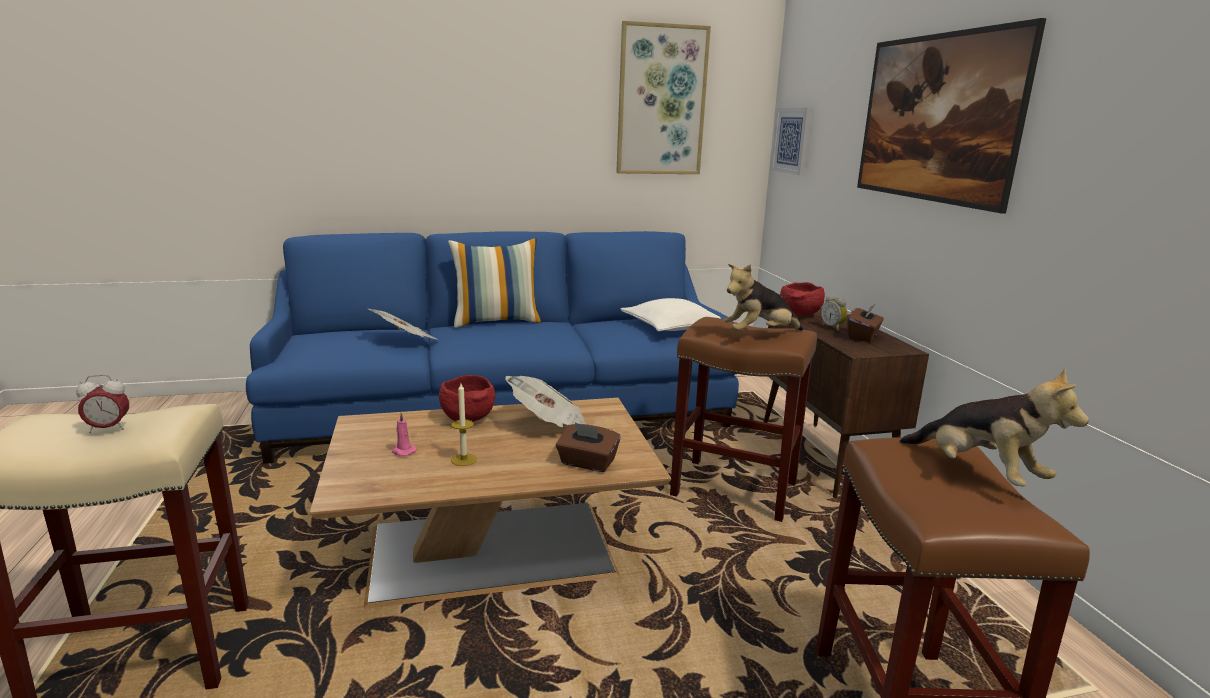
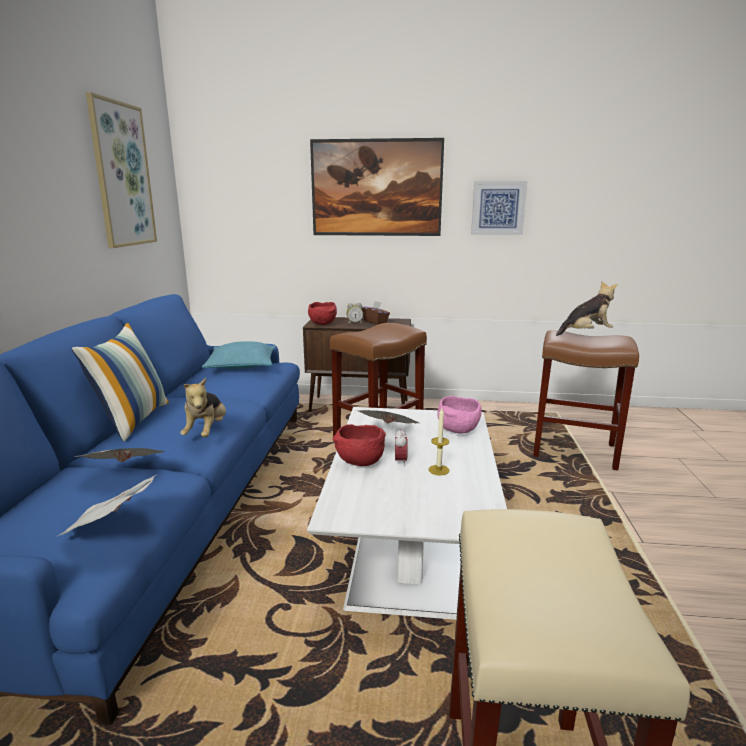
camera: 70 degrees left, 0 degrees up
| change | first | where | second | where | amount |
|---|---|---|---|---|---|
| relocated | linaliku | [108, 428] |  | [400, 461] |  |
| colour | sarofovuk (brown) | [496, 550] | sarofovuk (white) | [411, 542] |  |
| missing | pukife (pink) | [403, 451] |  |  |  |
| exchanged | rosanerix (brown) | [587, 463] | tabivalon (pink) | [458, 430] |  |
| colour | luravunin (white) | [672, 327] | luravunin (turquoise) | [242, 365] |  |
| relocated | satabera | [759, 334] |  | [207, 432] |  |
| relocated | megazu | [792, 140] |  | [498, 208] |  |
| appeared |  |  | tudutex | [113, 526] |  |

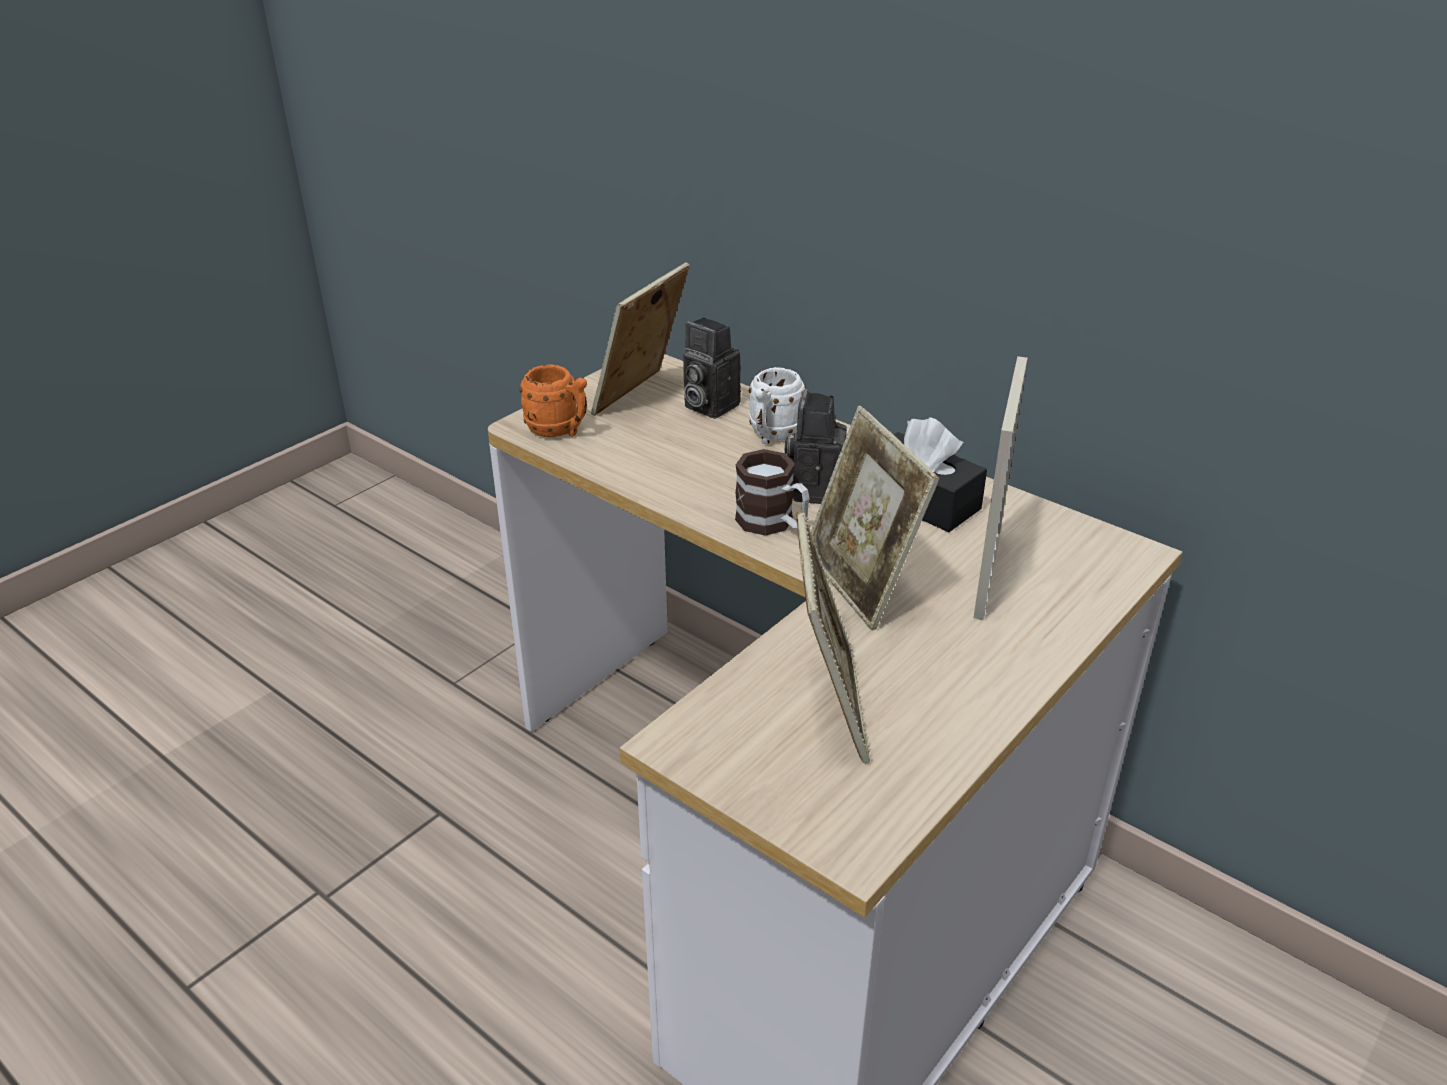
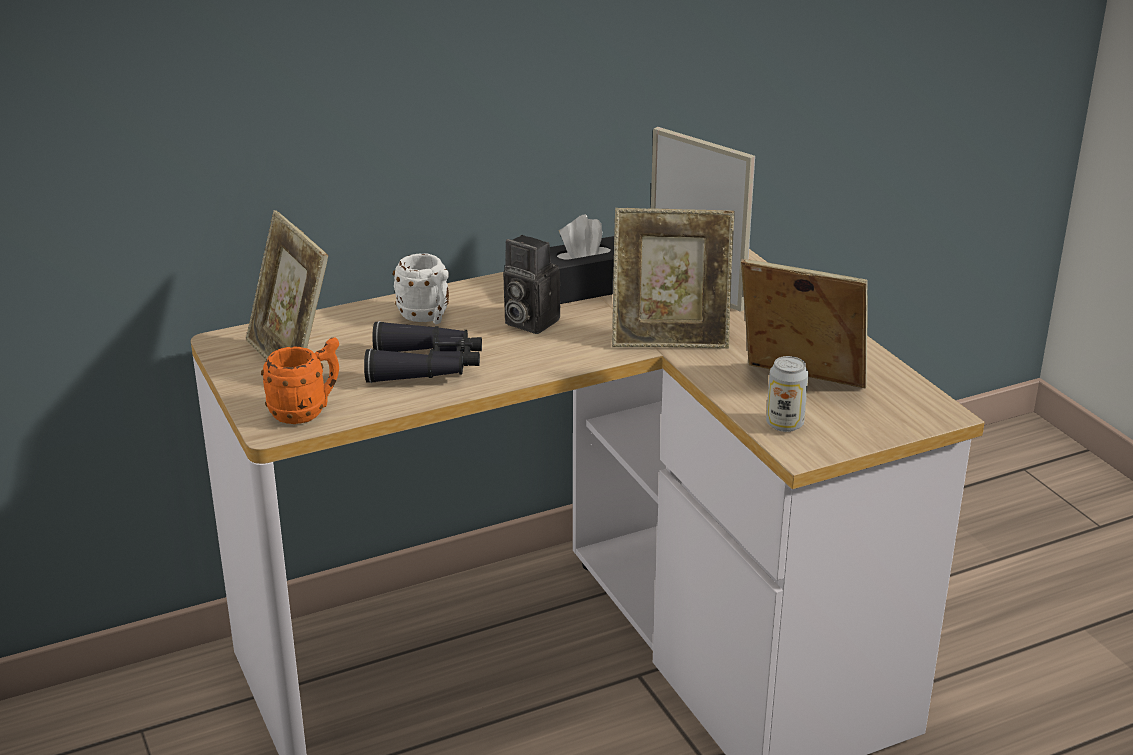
camera: 65 degrees left, 5 degrees down
| change | first | where | second | where | amount |
|---|---|---|---|---|---|
| missing | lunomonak | [707, 405] |  |  |  |
| missing | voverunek | [773, 524] |  |  |  |
| appeared |  |  | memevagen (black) | [426, 367] |  |
| appeared |  |  | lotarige | [784, 424] |  |

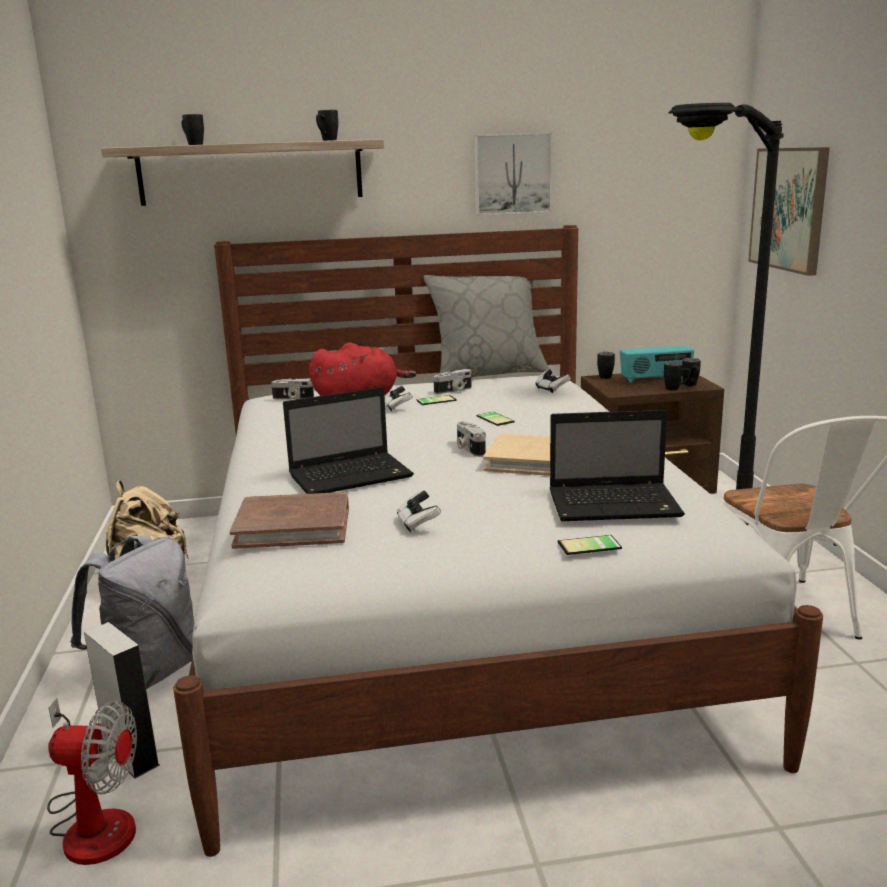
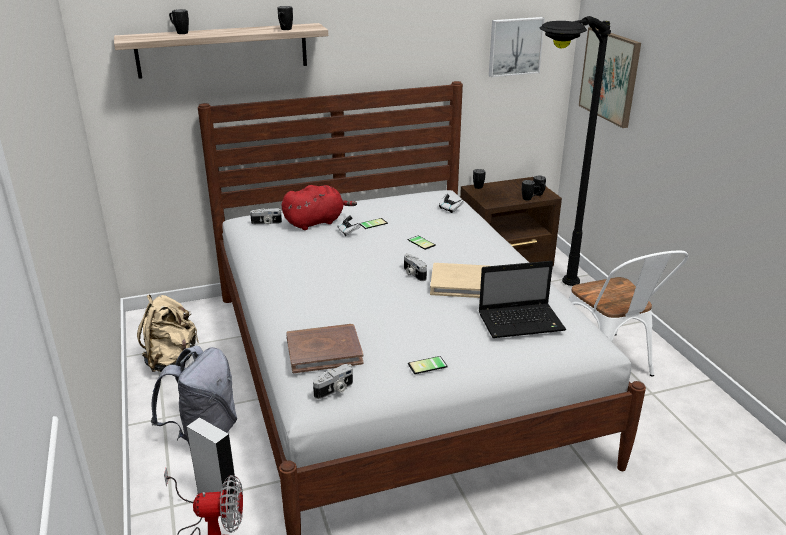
camera: 10 degrees left, 10 degrees up
| change | first | where | second | where | amount |
|---|---|---|---|---|---|
| missing | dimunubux | [352, 476] |  |  |  |
| missing | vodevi | [418, 524] |  |  |  |
| missing | luravunin (grey) | [488, 374] |  |  |  |
| relocated | lunomonak | [454, 390] |  | [334, 390] |  |
| relocated | megazu | [512, 174] |  | [514, 46] |  |
| relocated | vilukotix | [590, 547] |  | [428, 366] |  |
| missing | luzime | [655, 380] |  |  |  |

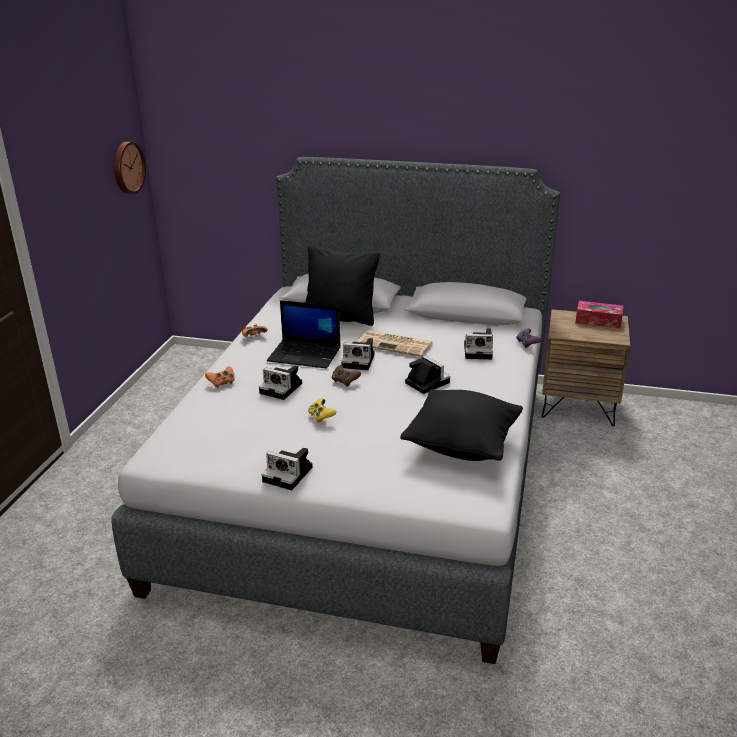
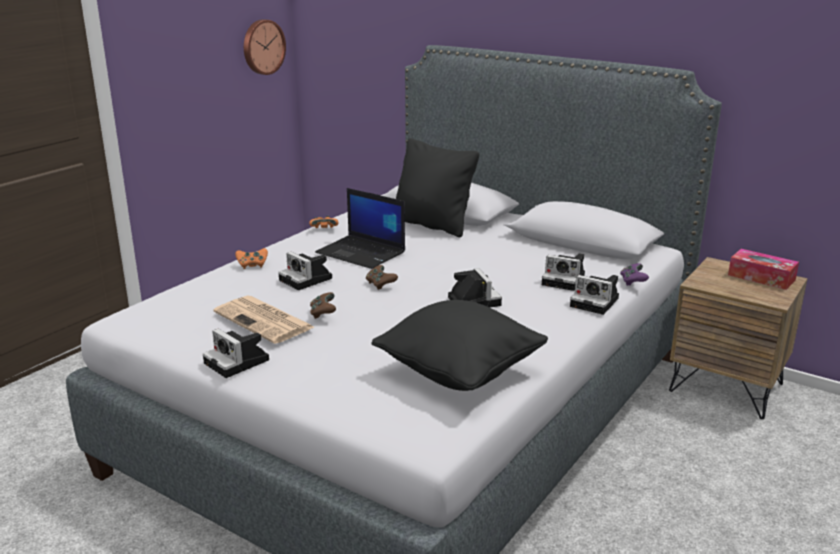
camera: 20 degrees right, 5 degrees down
| change | first | where | second | where | amount |
|---|---|---|---|---|---|
| colour | vodevi (yellow) | [321, 417] | vodevi (brown) | [323, 313] |  |
| relocated | lunomonak | [360, 361] |  | [596, 302] |  |
| relocated | tudutex | [396, 344] |  | [265, 320] |  |

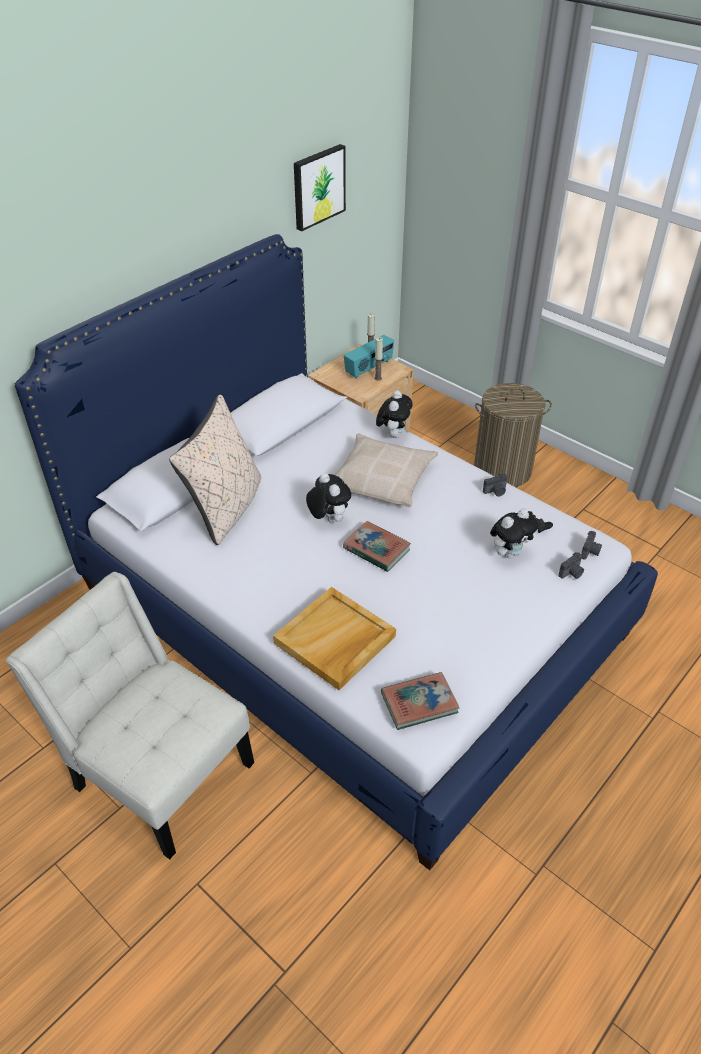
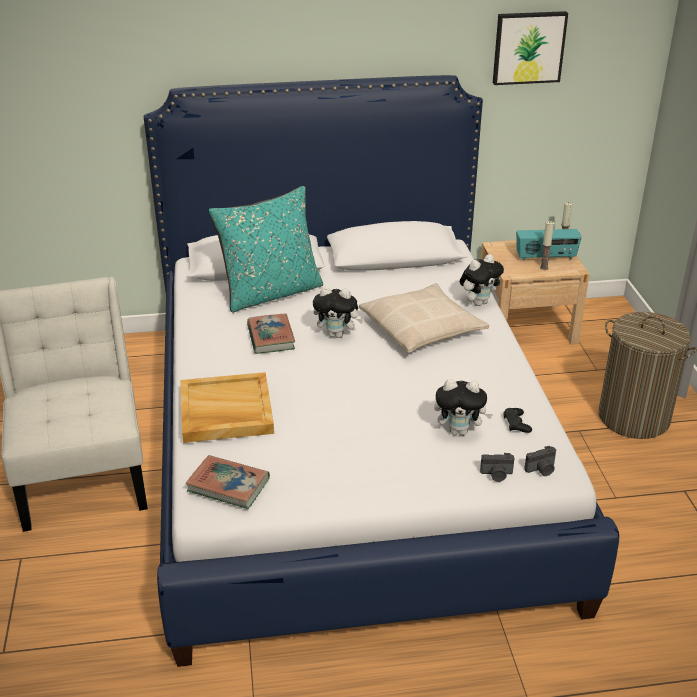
camera: 40 degrees right, 10 degrees down
| change | first | where | second | where | amount |
|---|---|---|---|---|---|
| colour | luravunin (beige) | [226, 508] | luravunin (turquoise) | [271, 293] |  |
| spun | satabera | [328, 519] |  | [337, 334] | 90 degrees clockwise |
| relocated | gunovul | [376, 549] |  | [271, 337] |  |
| missing | lunomonak | [495, 491] |  |  |  |

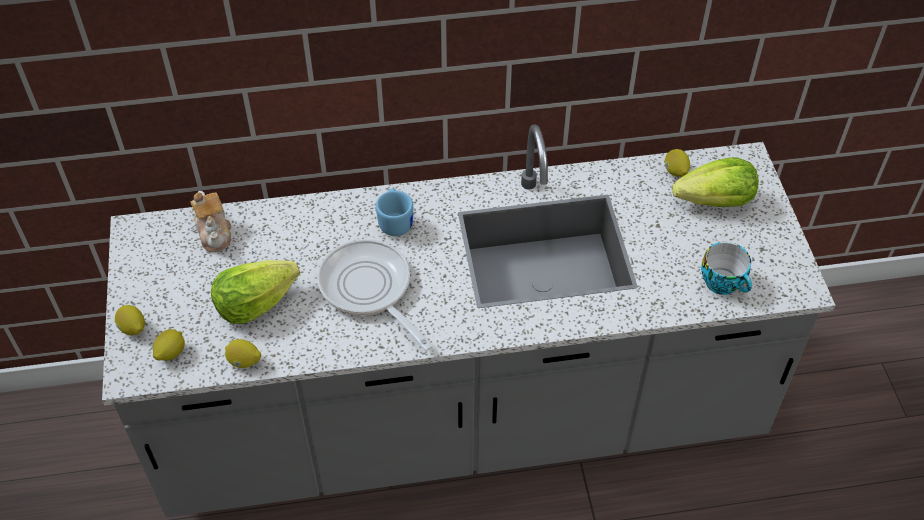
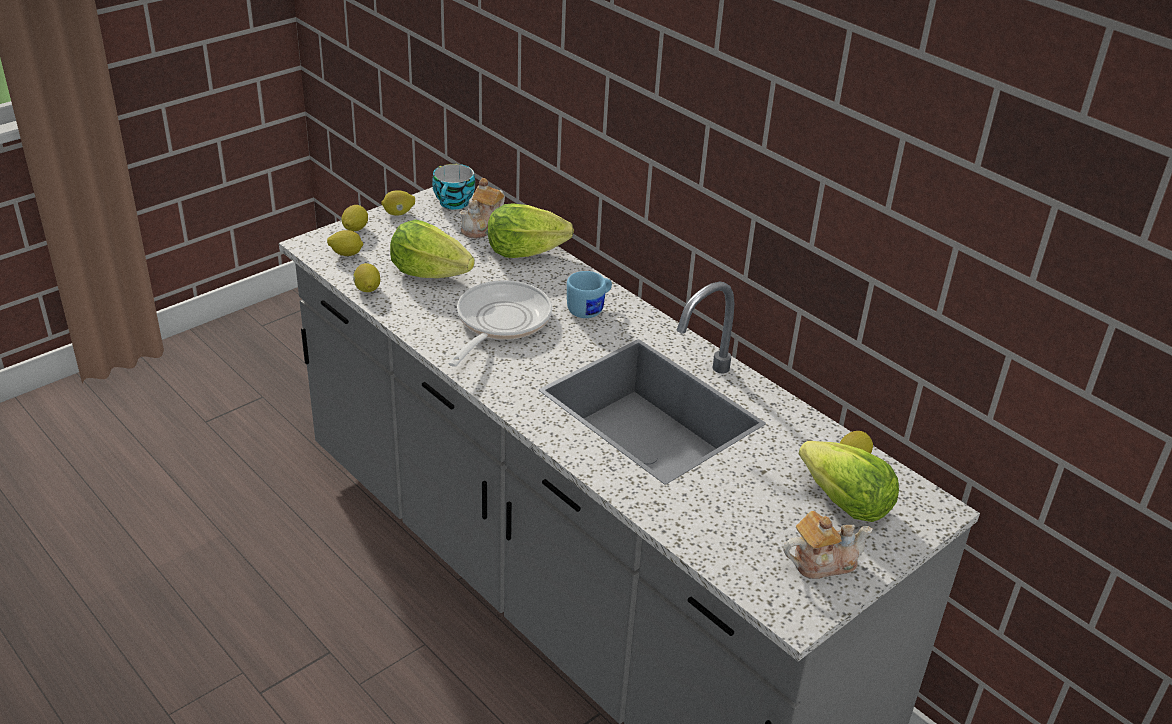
camera: 55 degrees right, 15 degrees down
| change | first | where | second | where | amount |
|---|---|---|---|---|---|
| relocated | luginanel | [724, 283] |  | [454, 204] |  |
| appeared |  |  | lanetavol | [398, 213] |  |
| appeared |  |  | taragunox | [524, 252] |  |
| appeared |  |  | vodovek | [822, 562] |  |

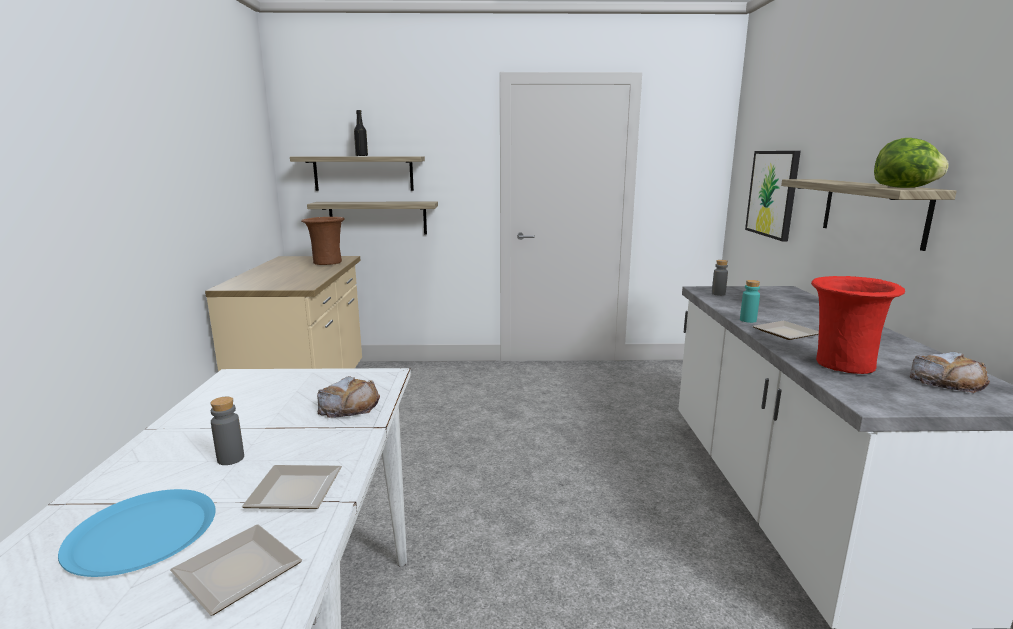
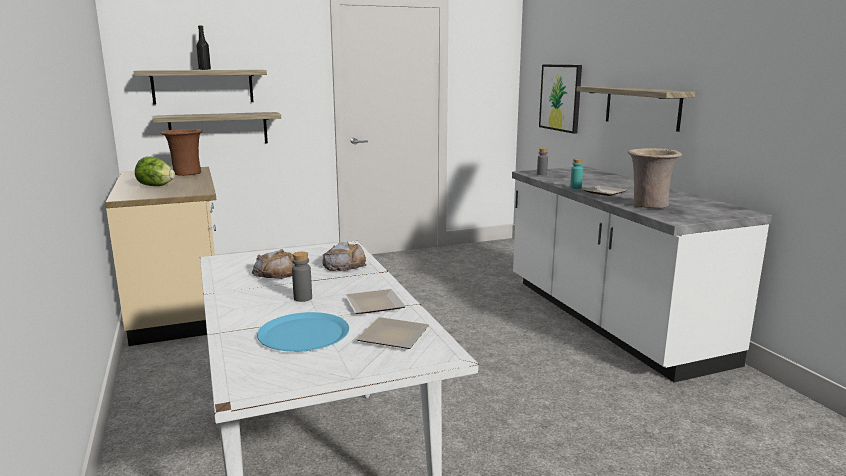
camera: 20 degrees left, 0 degrees up
| change | first | where | second | where | amount |
|---|---|---|---|---|---|
| colour | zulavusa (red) | [842, 366] | zulavusa (beige) | [649, 205] |  |
| relocated | taragunox | [904, 187] |  | [155, 186] |  |
| relocated | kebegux | [946, 381] |  | [278, 272] |  |

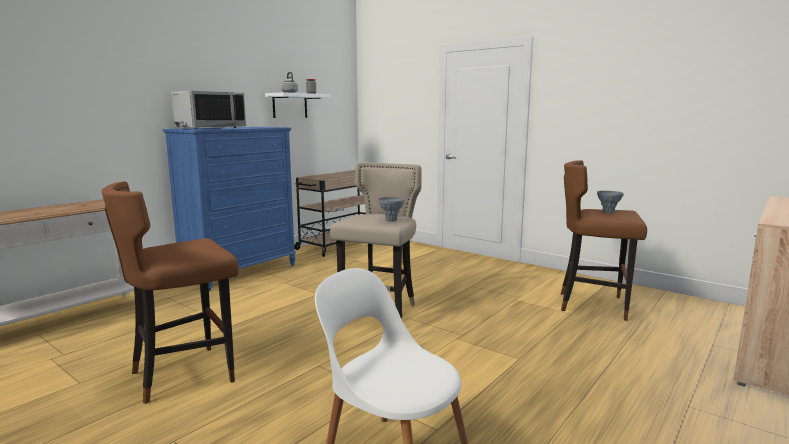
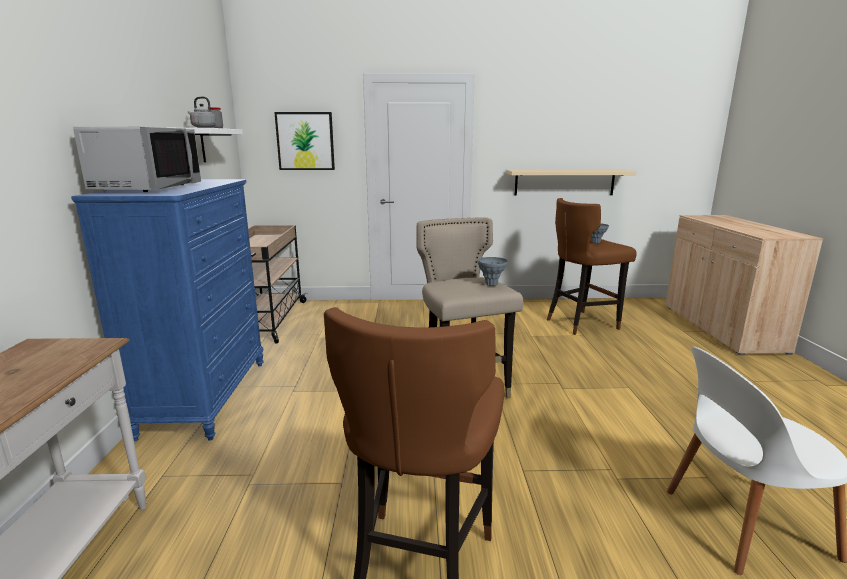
camera: 40 degrees left, 5 degrees up
| change | first | where | second | where | amount |
|---|---|---|---|---|---|
| appeared |  |  | megazu | [305, 141] |  |
| appeared |  |  | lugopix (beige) | [564, 182] |  |

